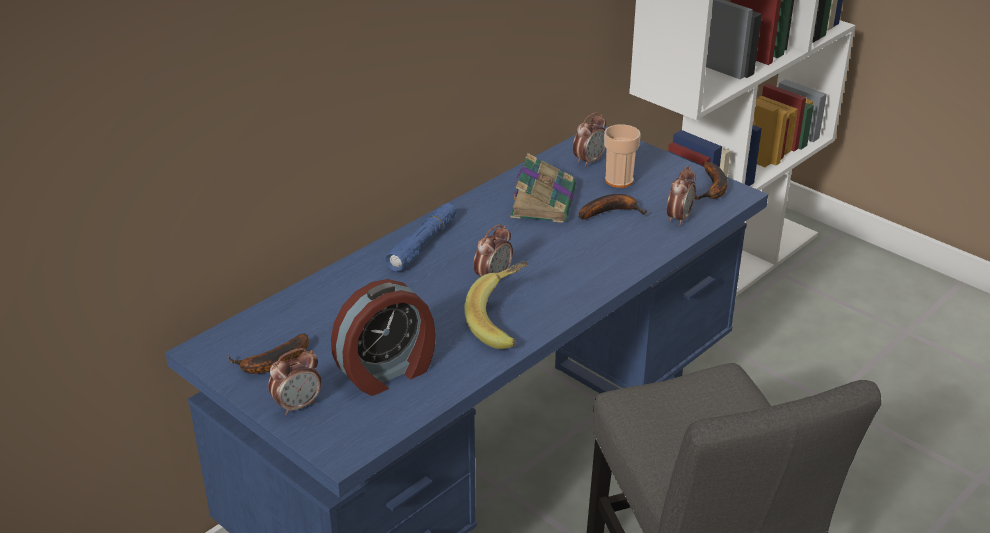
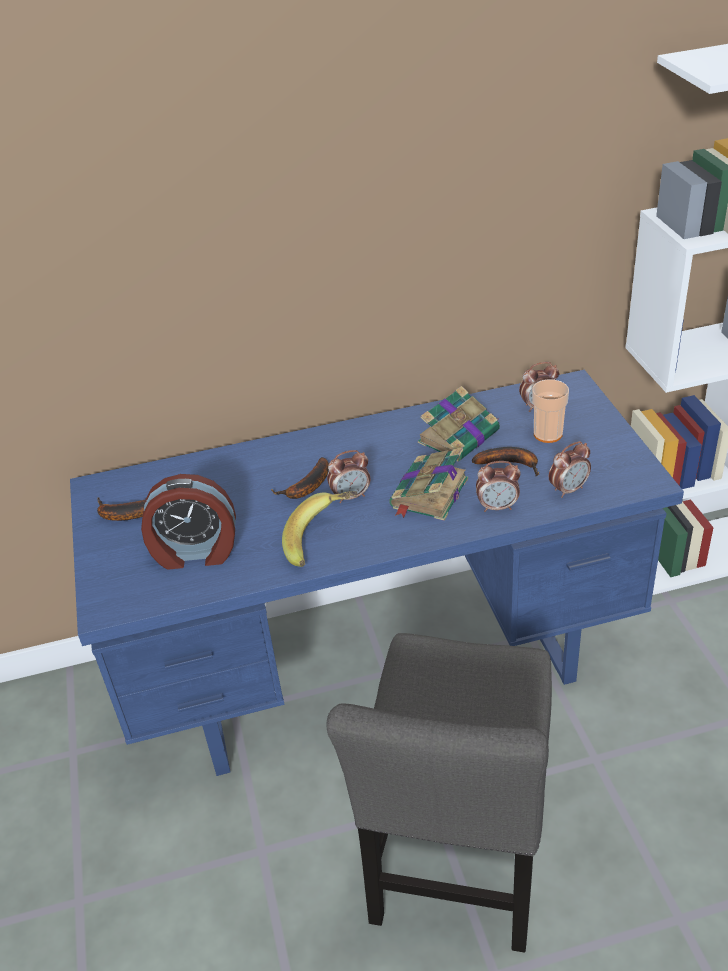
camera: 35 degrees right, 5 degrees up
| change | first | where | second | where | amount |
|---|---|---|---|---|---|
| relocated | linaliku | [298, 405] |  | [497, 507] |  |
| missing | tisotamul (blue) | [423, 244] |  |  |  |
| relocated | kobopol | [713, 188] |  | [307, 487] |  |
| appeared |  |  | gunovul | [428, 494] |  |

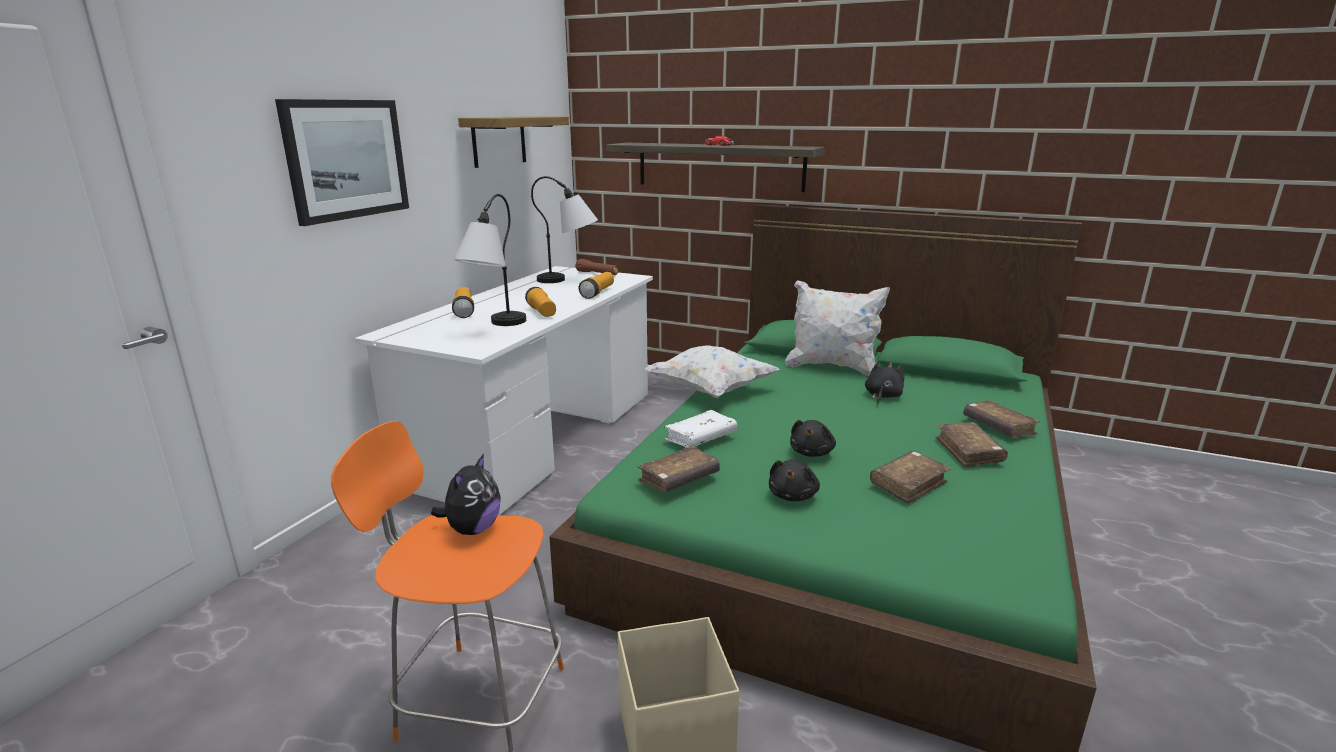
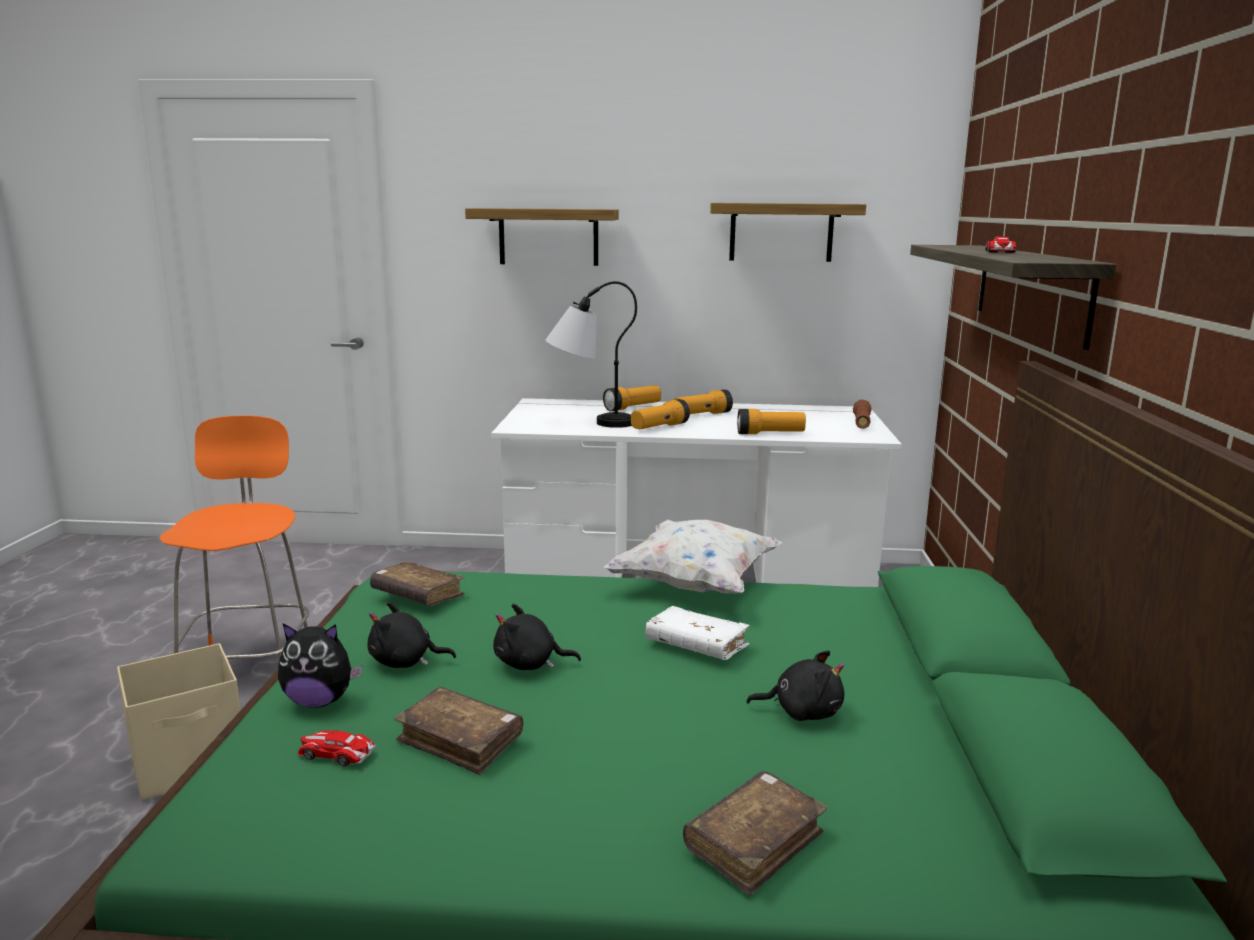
camera: 70 degrees right, 5 degrees down
| change | first | where | second | where | amount |
|---|---|---|---|---|---|
| exchanged | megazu | [346, 159] | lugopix | [548, 237] |  |
| relocated | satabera | [472, 529] |  | [319, 701] |  |
| missing | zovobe | [569, 280] |  |  |  |
| relocated | gunovul (white) | [700, 438] |  | [696, 645] |  |
| missing | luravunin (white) | [832, 367] |  |  |  |
| missing | gunovul (brown) | [968, 452] |  |  |  |
| appeared |  |  | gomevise | [335, 753] |  |
| appeared |  |  | tisotamul | [702, 415] |  |

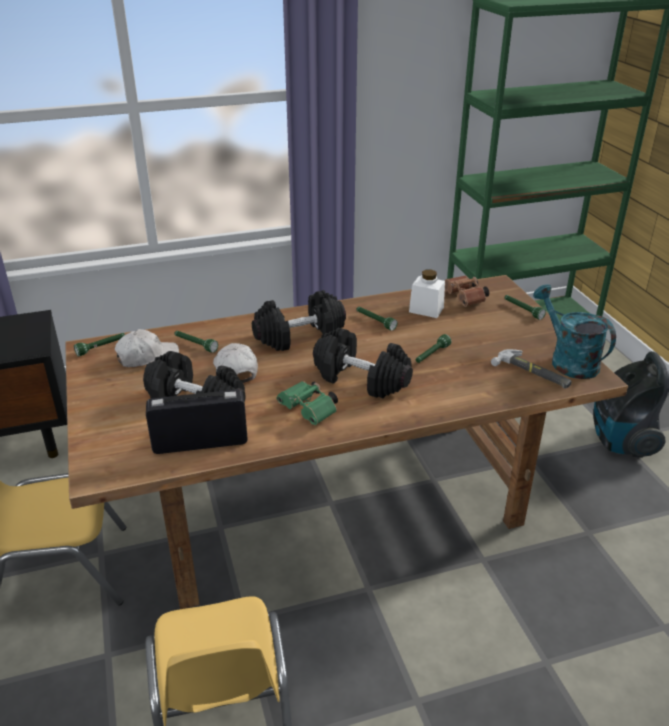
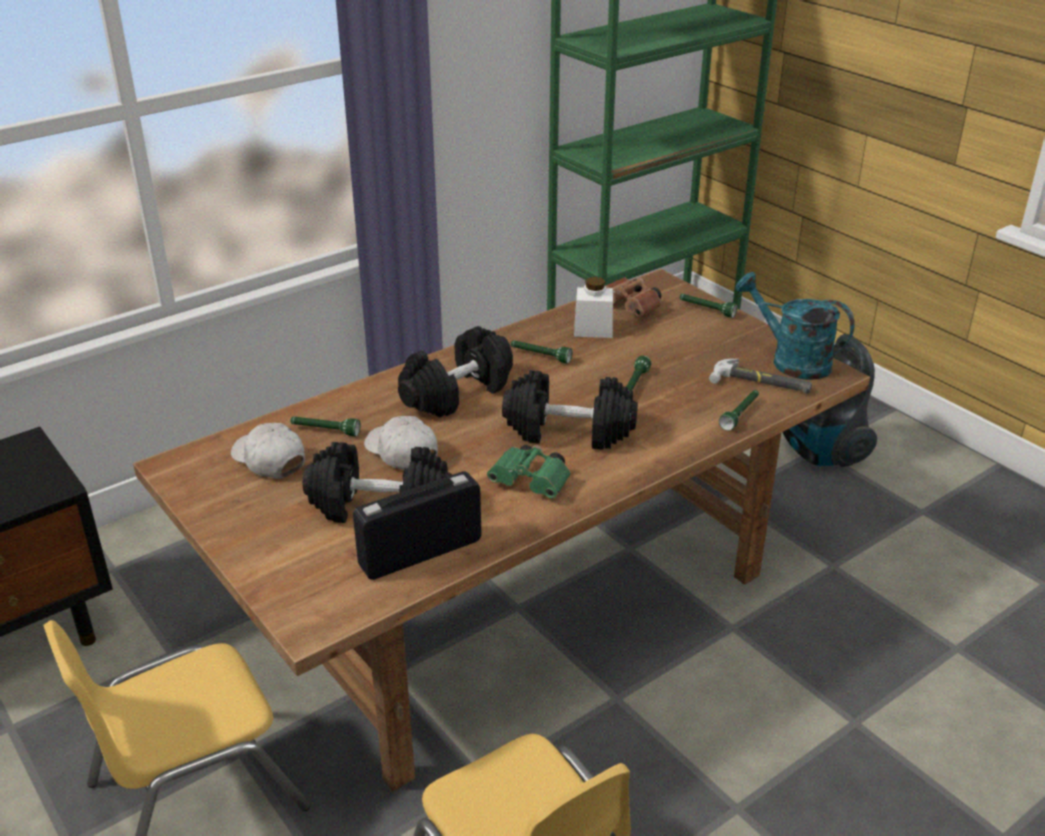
camera: 20 degrees left, 0 degrees up
| change | first | where | second | where | amount |
|---|---|---|---|---|---|
| relocated | tisotamul (green) | [101, 348] |  | [740, 414] |  |
| spun | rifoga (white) | [147, 357] |  | [269, 460] | 90 degrees counterclockwise |

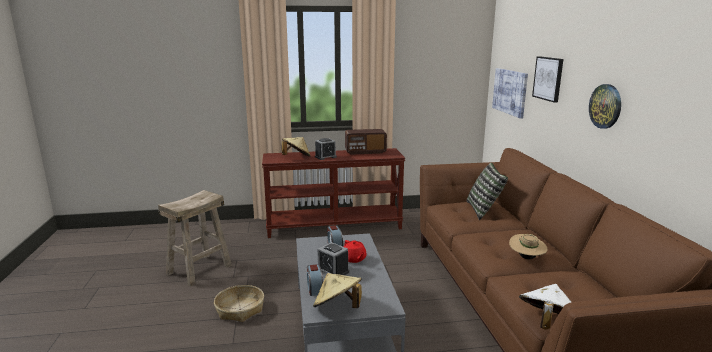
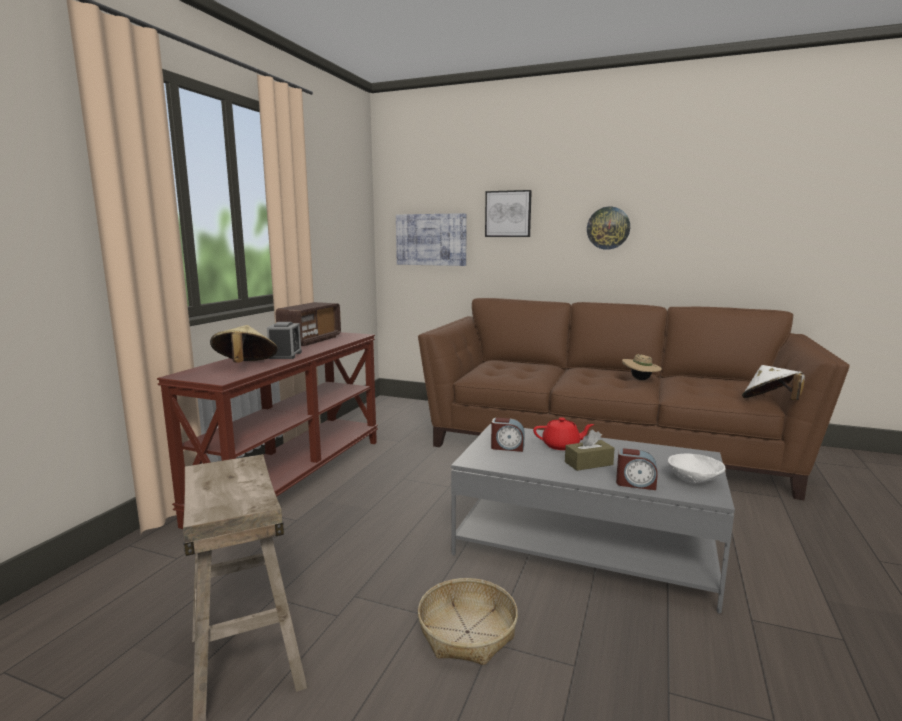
camera: 60 degrees left, 5 degrees down
| change | first | where | second | where | amount |
|---|---|---|---|---|---|
| exchanged | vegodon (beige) | [337, 307] | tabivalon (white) | [695, 480] |  |
| exchanged | linaliku | [333, 271] | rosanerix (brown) | [588, 463] |  |
| missing | luravunin | [484, 210] |  |  |  |

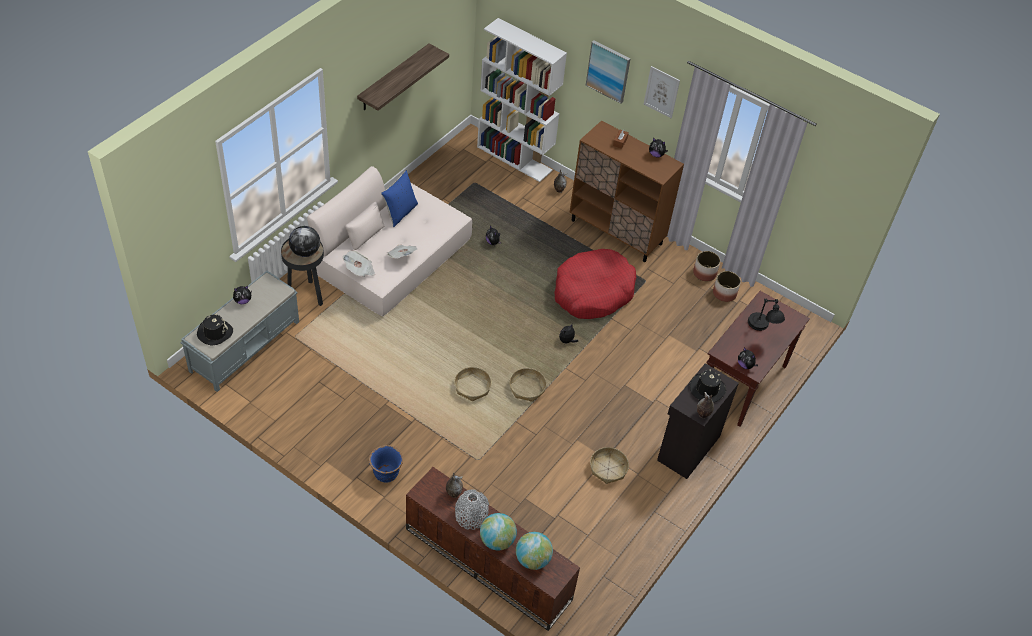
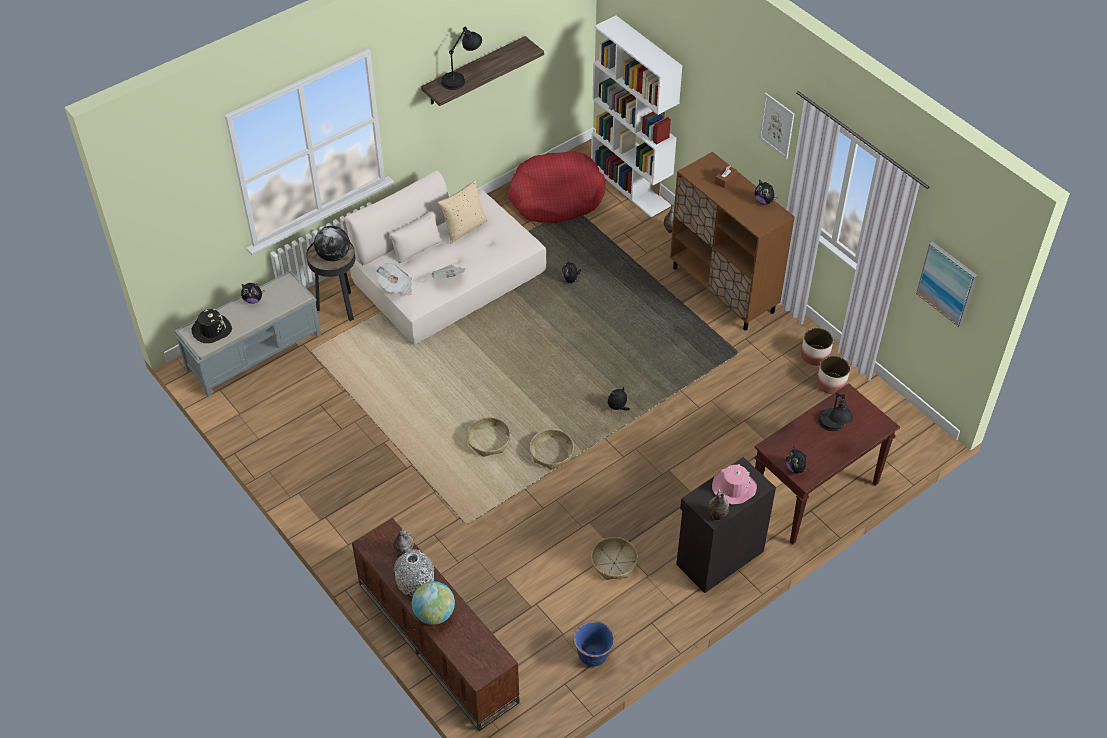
camera: 20 degrees right, 0 degrees up
| change | first | where | second | where | amount |
|---|---|---|---|---|---|
| relocated | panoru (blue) | [386, 474] |  | [593, 655] |  |
| colour | luravunin (blue) | [400, 212] | luravunin (beige) | [464, 228] |  |
| missing | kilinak | [532, 559] |  |  |  |
| relocated | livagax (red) | [592, 292] |  | [556, 197] |  |
| relocated | megazu | [608, 71] |  | [947, 283] |  |
| colour | vegodon (black) | [707, 389] | vegodon (pink) | [733, 487] |  |
| appeared |  |  | zovobe (black) | [462, 77] |  |

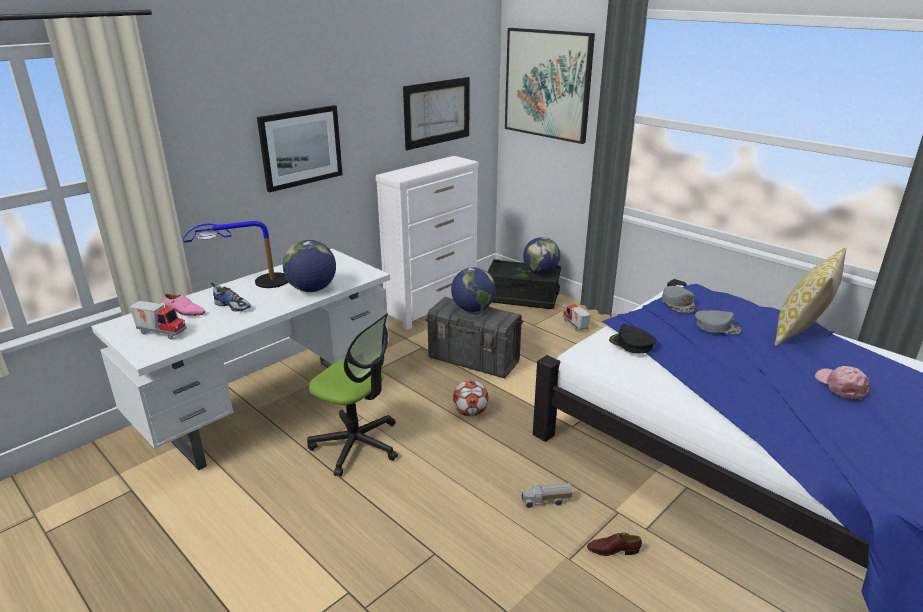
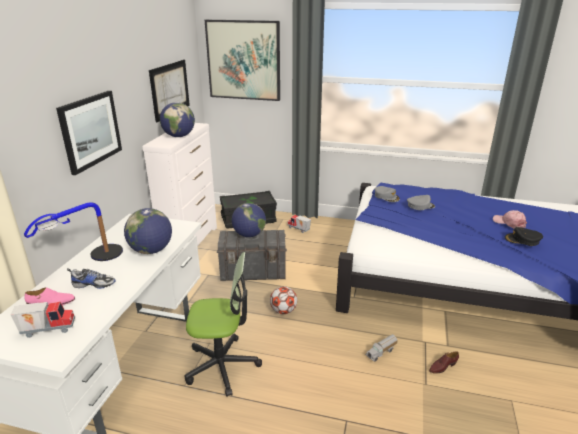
camera: 30 degrees left, 0 degrees up
| change | first | where | second | where | amount |
|---|---|---|---|---|---|
| relocated | kilinak | [540, 272] |  | [179, 136] |  |
| relocated | rifoga (black) | [631, 344] |  | [522, 240] |  |
| missing | luravunin | [800, 332] |  |  |  |

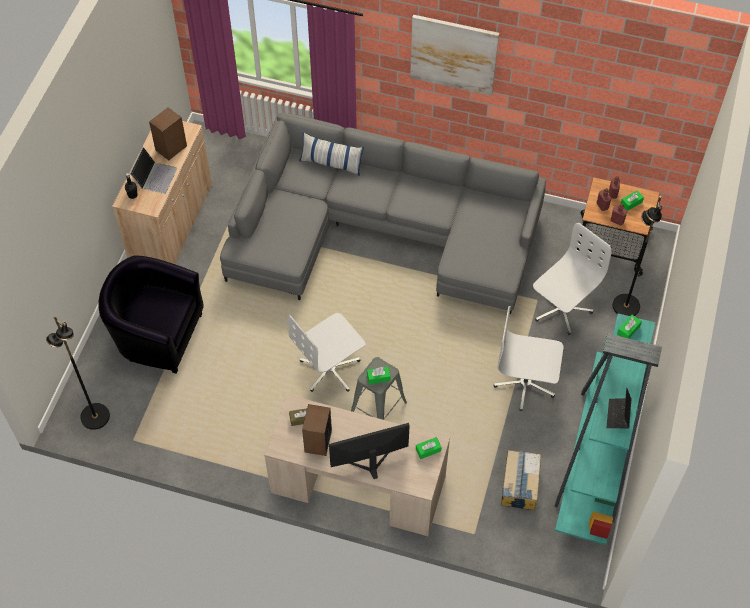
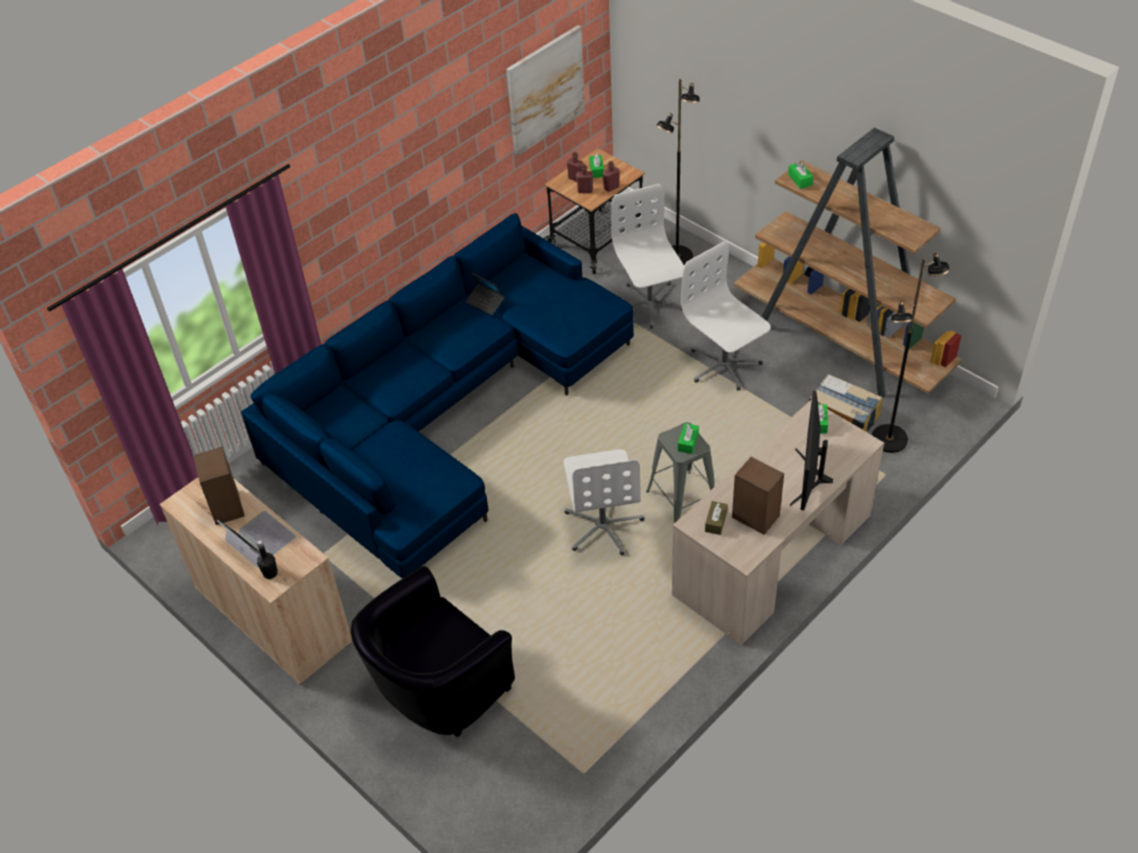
camera: 60 degrees left, 10 degrees down
| change | first | where | second | where | amount |
|---|---|---|---|---|---|
| relocated | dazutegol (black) | [94, 417] |  | [890, 439] |  |
| colour | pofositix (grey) | [380, 231] | pofositix (blue) | [444, 412] |  |
| missing | luravunin | [331, 163] |  |  |  |
| relocated | megazu | [453, 54] |  | [545, 90] |  |
| spun | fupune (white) | [525, 384] |  | [723, 366] | 105 degrees clockwise |
| colour | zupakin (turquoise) | [597, 456] | zupakin (brown) | [841, 344] |  |
| relocated | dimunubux | [618, 415] |  | [485, 302] |  |

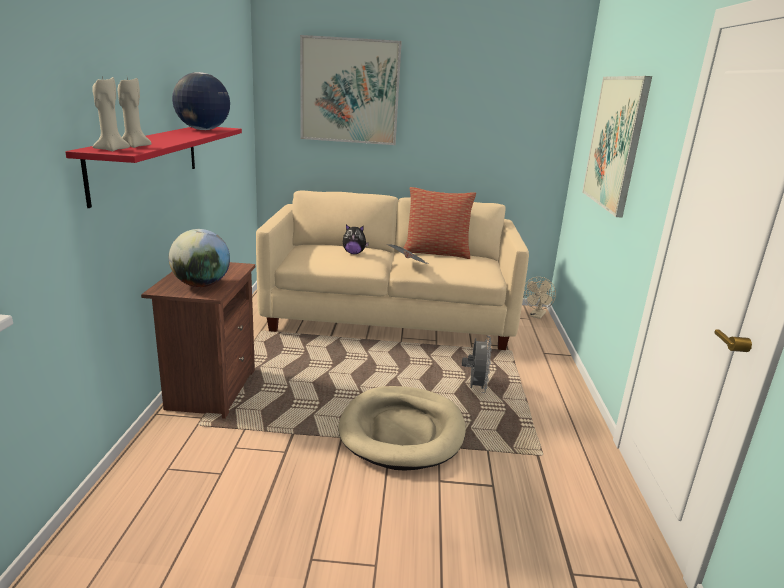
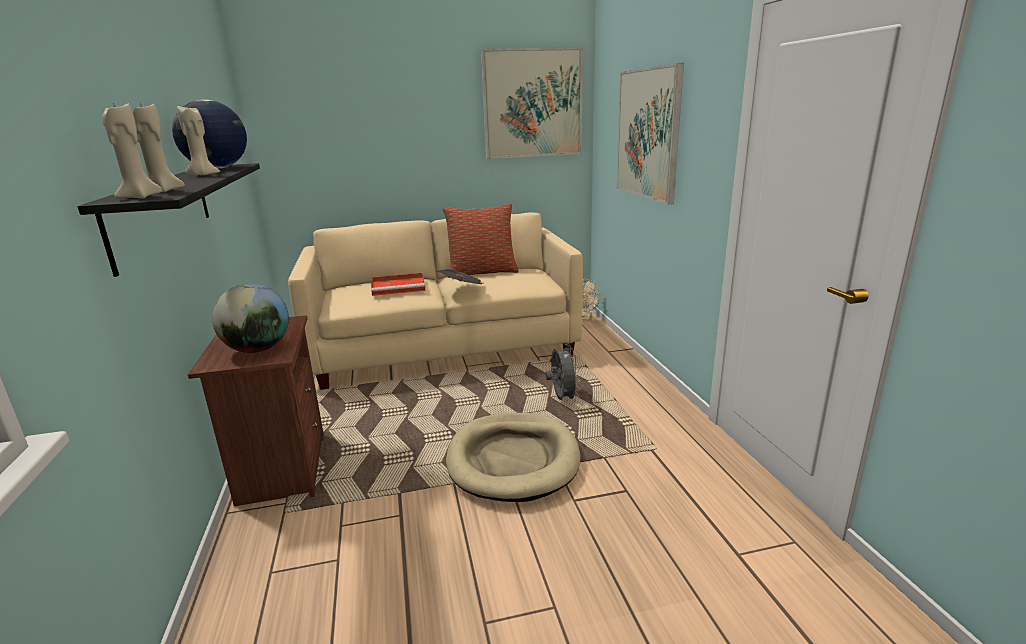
camera: 15 degrees left, 0 degrees up
| change | first | where | second | where | amount |
|---|---|---|---|---|---|
| colour | lugopix (red) | [147, 160] | lugopix (black) | [163, 211] |  |
| relocated | megazu | [349, 91] |  | [532, 104] |  |
| exchanged | satabera | [354, 253] | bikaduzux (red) | [399, 286] |  |
| appeared |  |  | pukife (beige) | [203, 175] |  |

